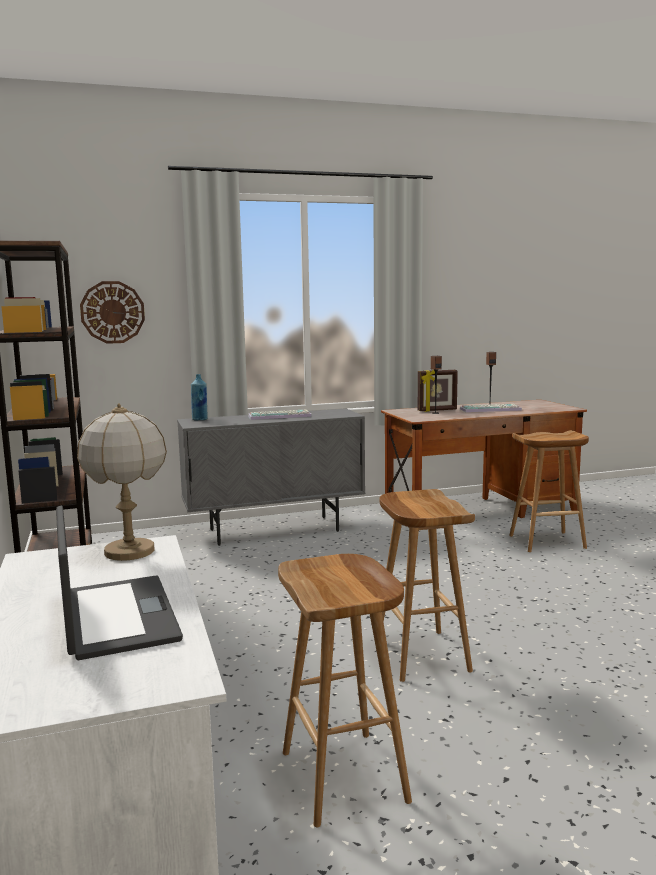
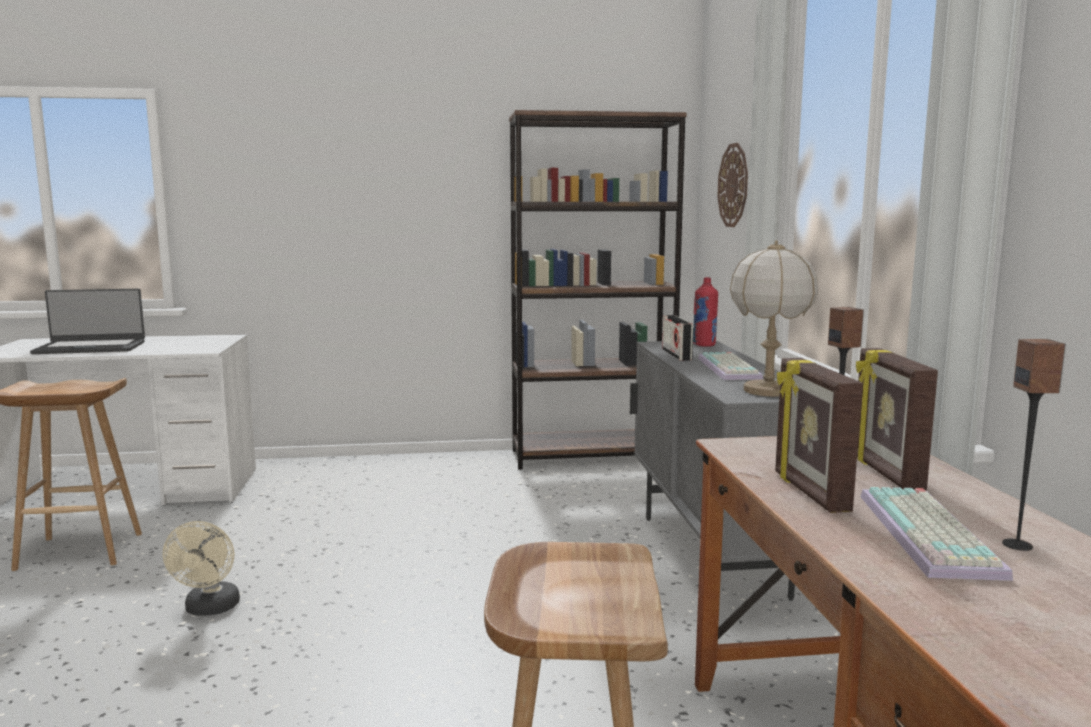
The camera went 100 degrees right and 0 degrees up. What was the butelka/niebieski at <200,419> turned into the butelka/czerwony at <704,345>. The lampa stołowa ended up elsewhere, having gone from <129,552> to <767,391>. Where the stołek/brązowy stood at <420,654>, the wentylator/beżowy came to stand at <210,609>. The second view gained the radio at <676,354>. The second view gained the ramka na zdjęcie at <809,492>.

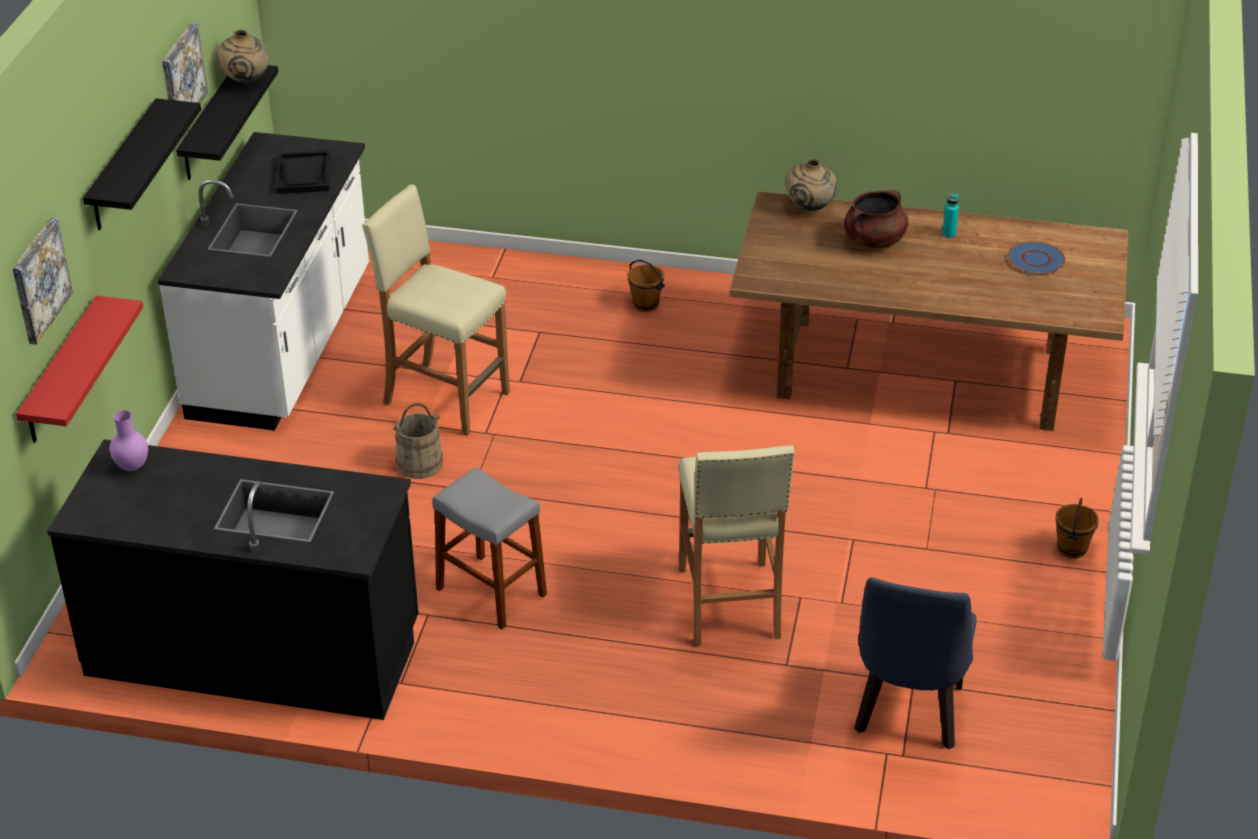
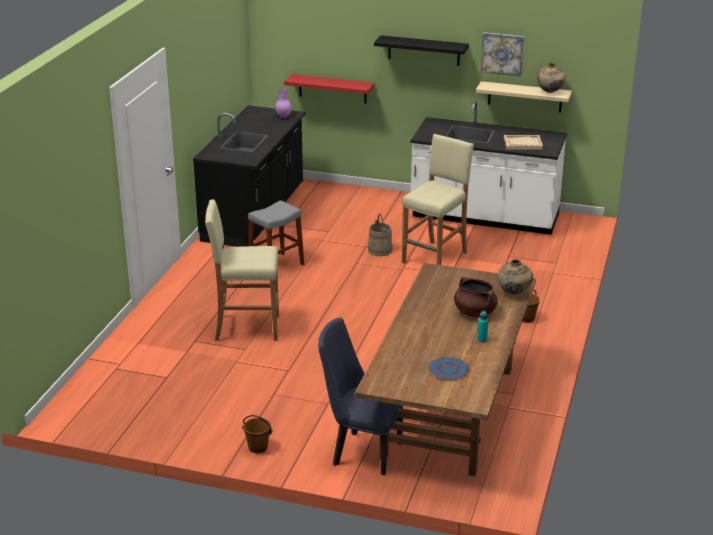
The camera went 95 degrees right and 10 degrees down. What was the półka/czarny at <209,123> turned into the półka/beżowy at <525,97>. What was the taca/czarny at <303,175> turned into the taca/beżowy at <522,143>. The second view lost the obraz at <39,280>. The krzesło/niebieski ended up elsewhere, having gone from <908,717> to <361,452>.

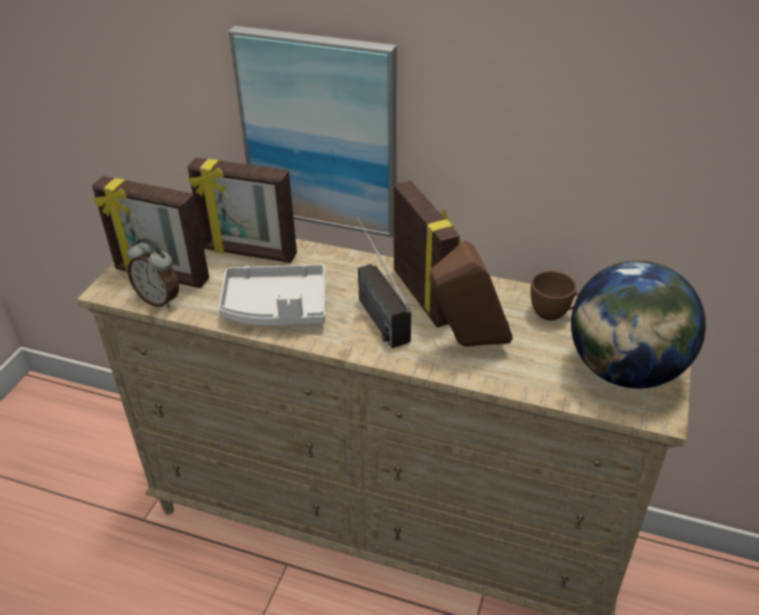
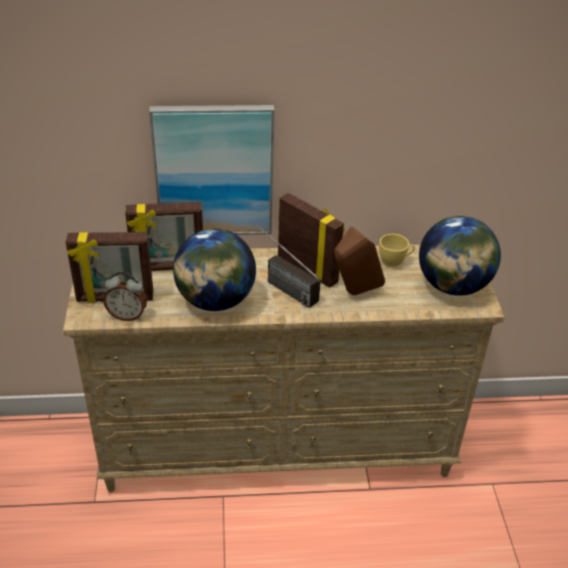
The camera went 25 degrees left and 0 degrees up. Where the taca/szary stood at <276,308>, the globus came to stand at <215,301>. What was the filiżanka/brązowy at <554,313> turned into the filiżanka/żółty at <395,261>.

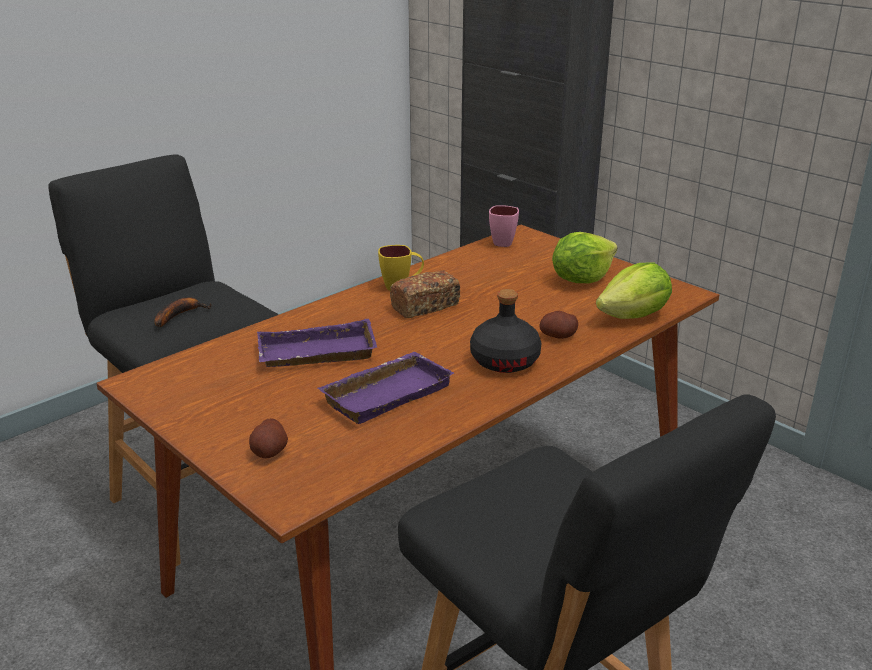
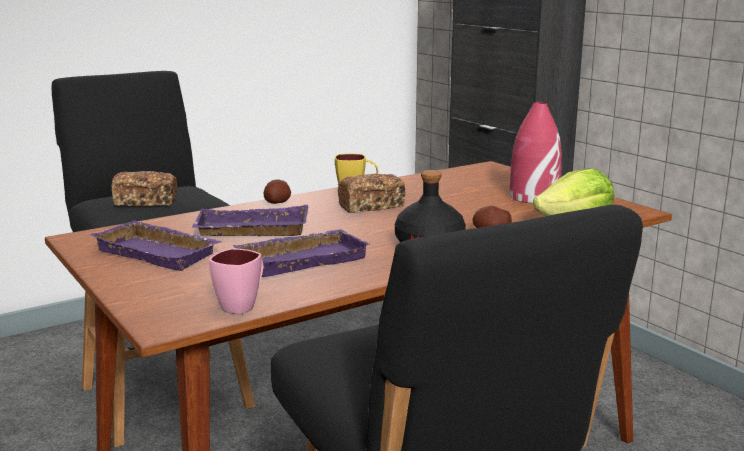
The camera went 10 degrees right and 10 degrees down. The kubek/różowy ended up elsewhere, having gone from <504,241> to <243,305>. Where the sałata stood at <581,279>, the wazon/czerwony came to stand at <533,197>. Where the banan stood at <179,315>, the chleb came to stand at <146,202>. The ziemniak ended up elsewhere, having gone from <270,451> to <278,203>. The second view gained the taca/fioletowy at <160,252>.

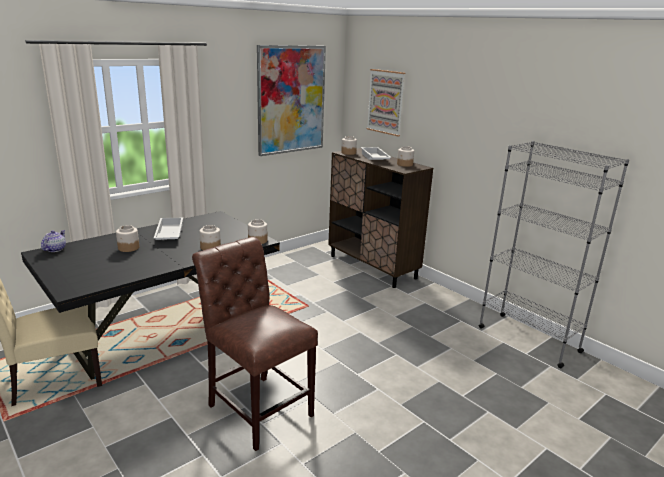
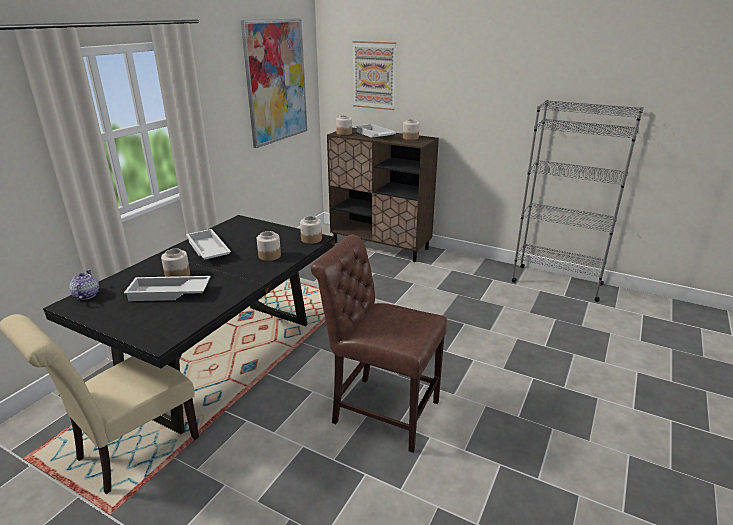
The camera went 20 degrees left and 5 degrees up. The second view gained the taca/biały at <169,293>.

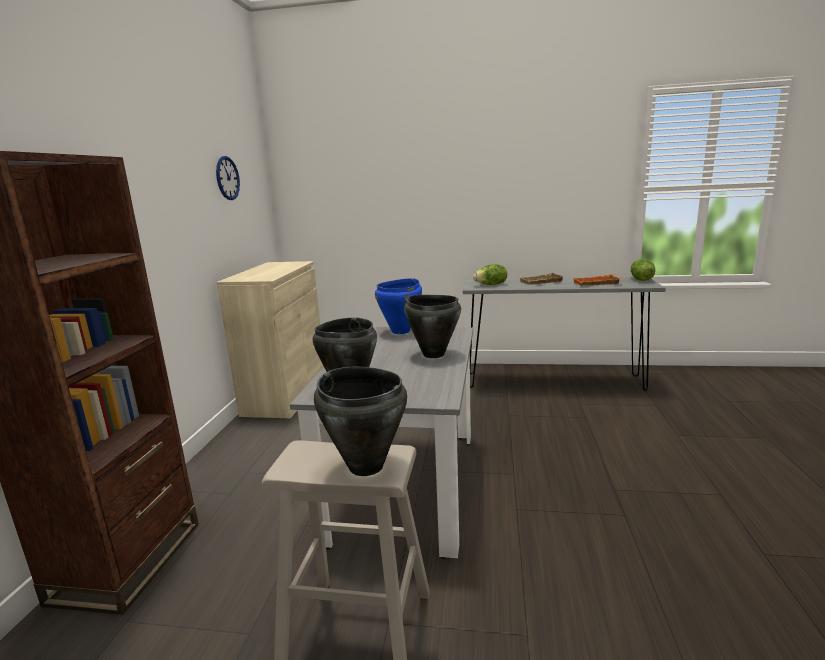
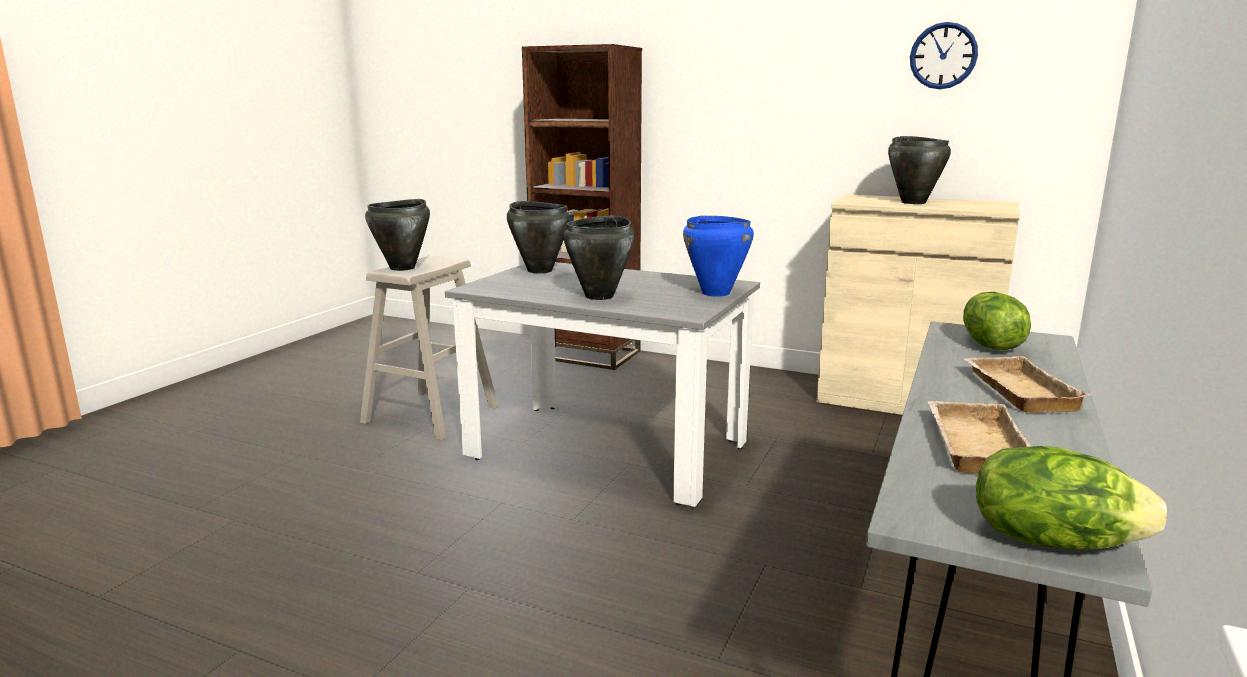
The camera went 105 degrees right and 0 degrees up. What was the taca/pomarańczowy at <596,284> turned into the taca/beżowy at <972,445>. The second view gained the garnek/czarny at <913,202>.

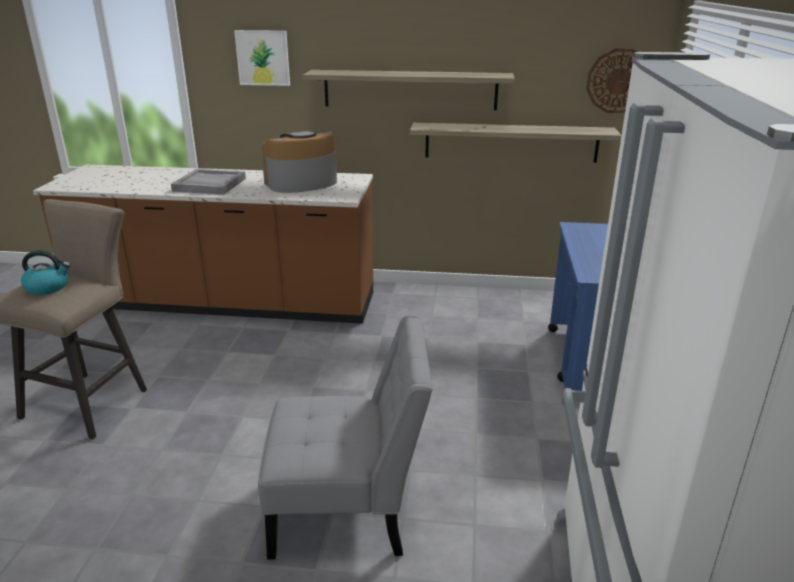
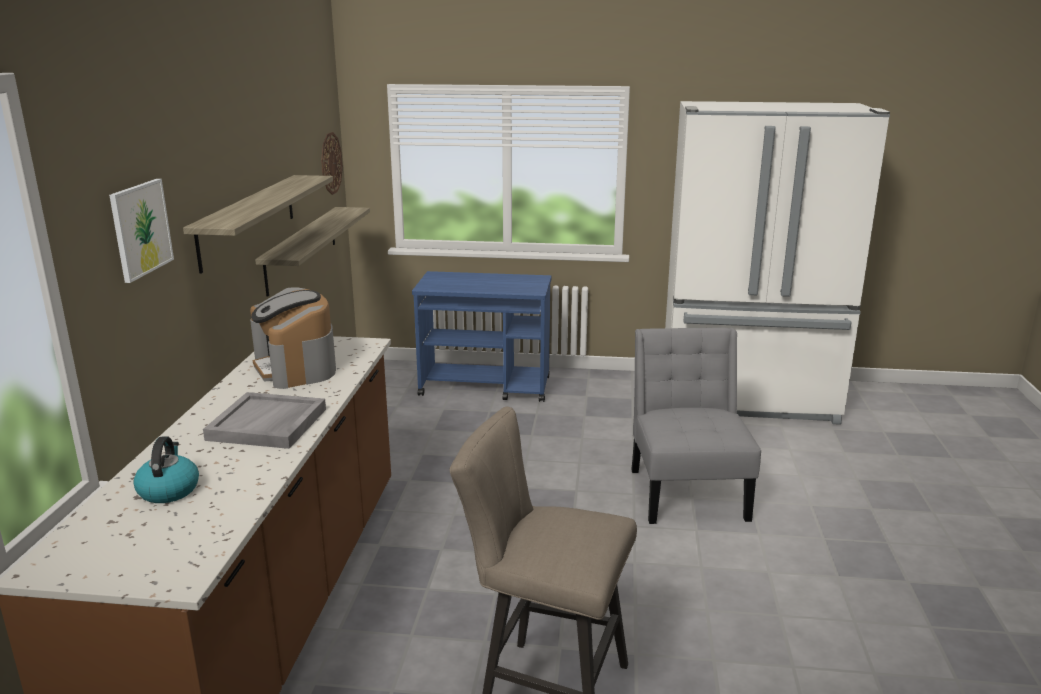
The camera went 90 degrees left and 5 degrees down. The czajnik ended up elsewhere, having gone from <48,287> to <168,490>.

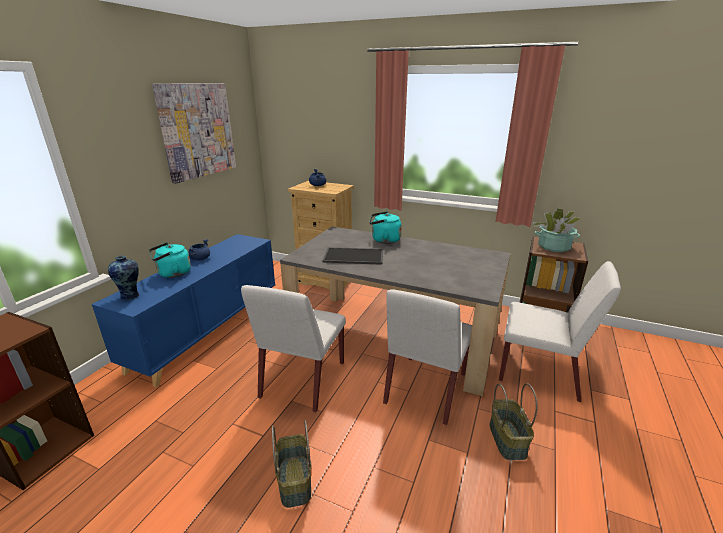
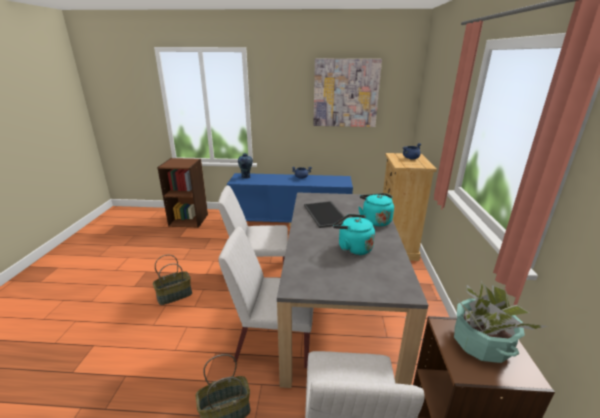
The camera went 70 degrees right and 0 degrees up. The czajnik/turkusowy ended up elsewhere, having gone from <172,273> to <352,248>.

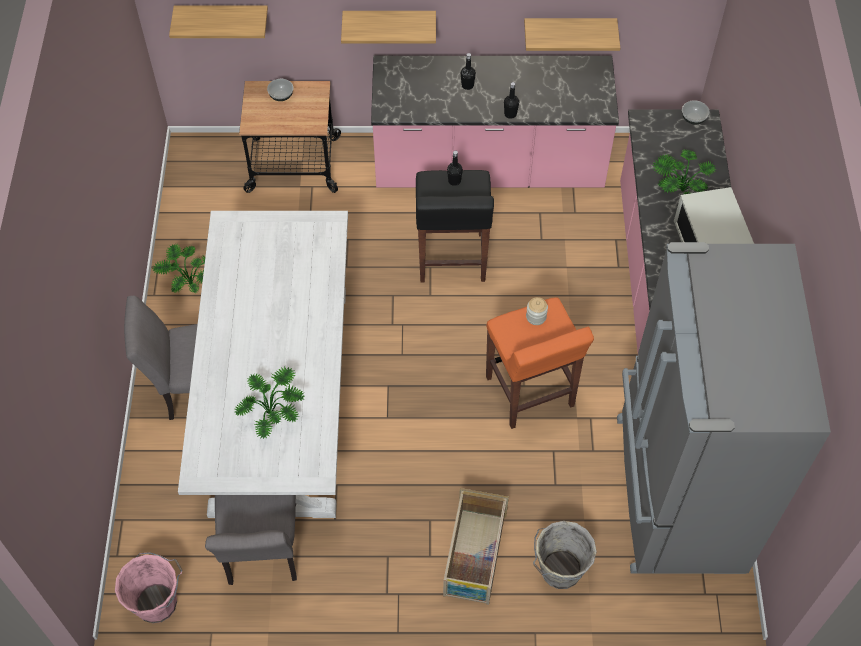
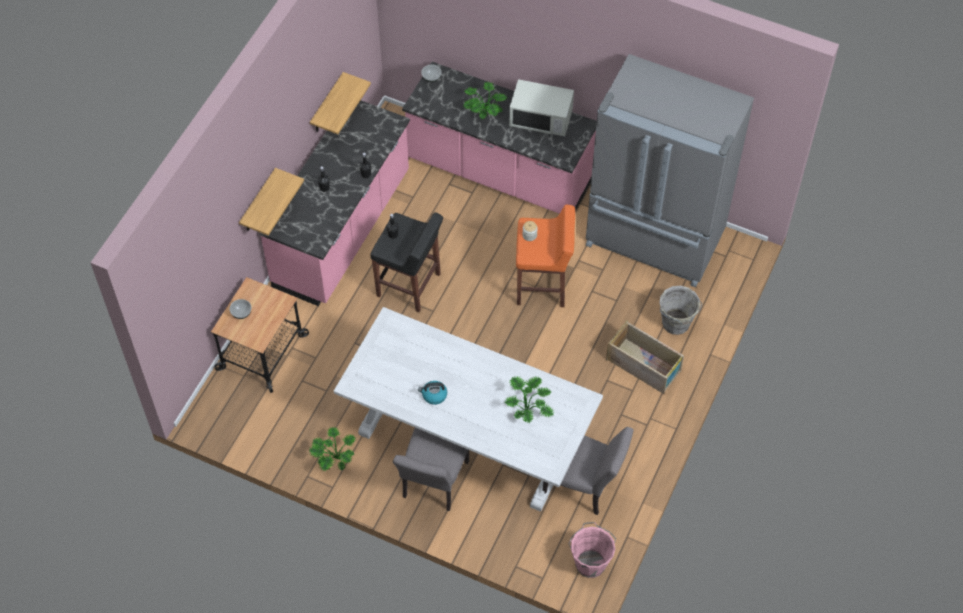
The camera went 65 degrees left and 0 degrees up. The second view lost the półka at <222,18>. The second view gained the czajnik at <434,395>.

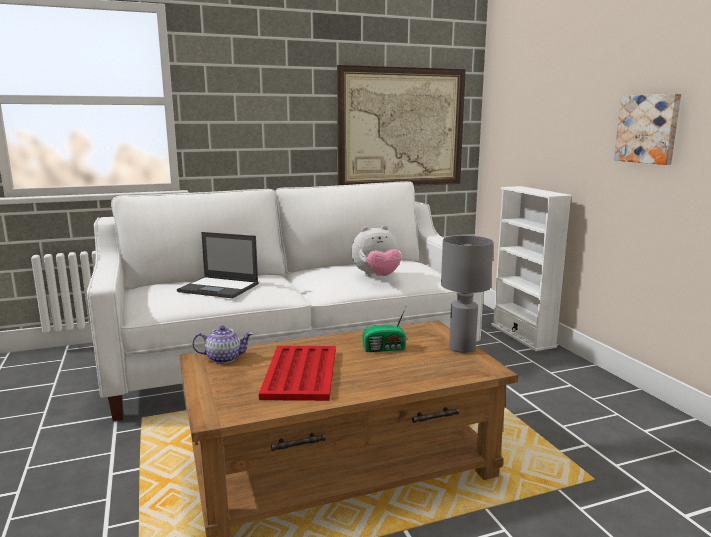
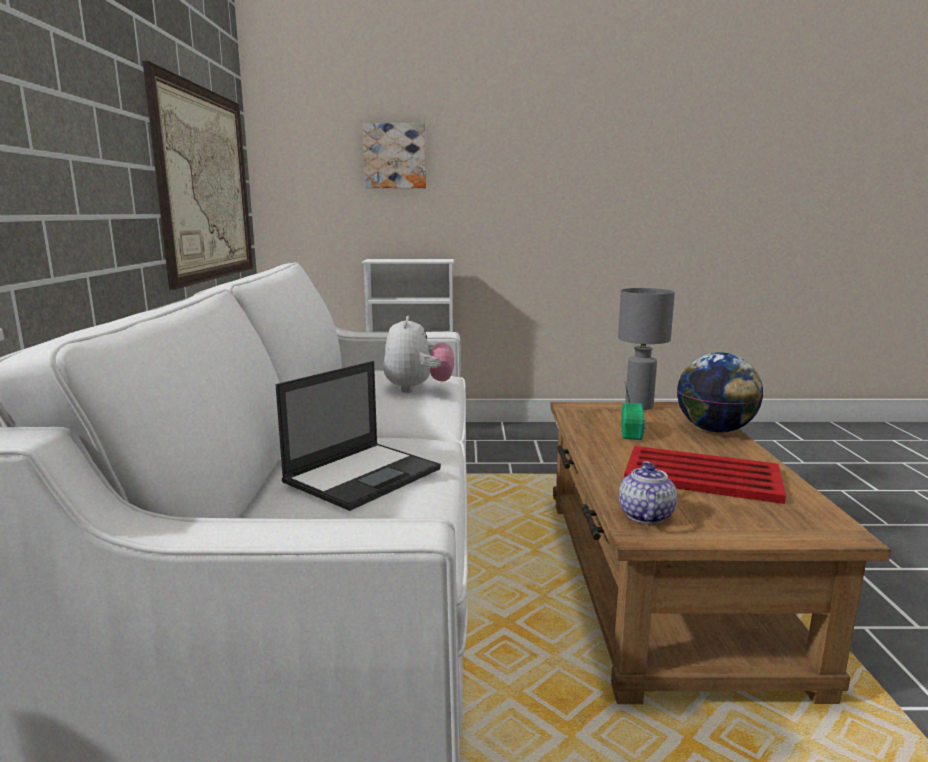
The camera went 70 degrees left and 0 degrees up. The obraz ended up elsewhere, having gone from <648,129> to <395,156>. The second view gained the globus at <715,430>.

